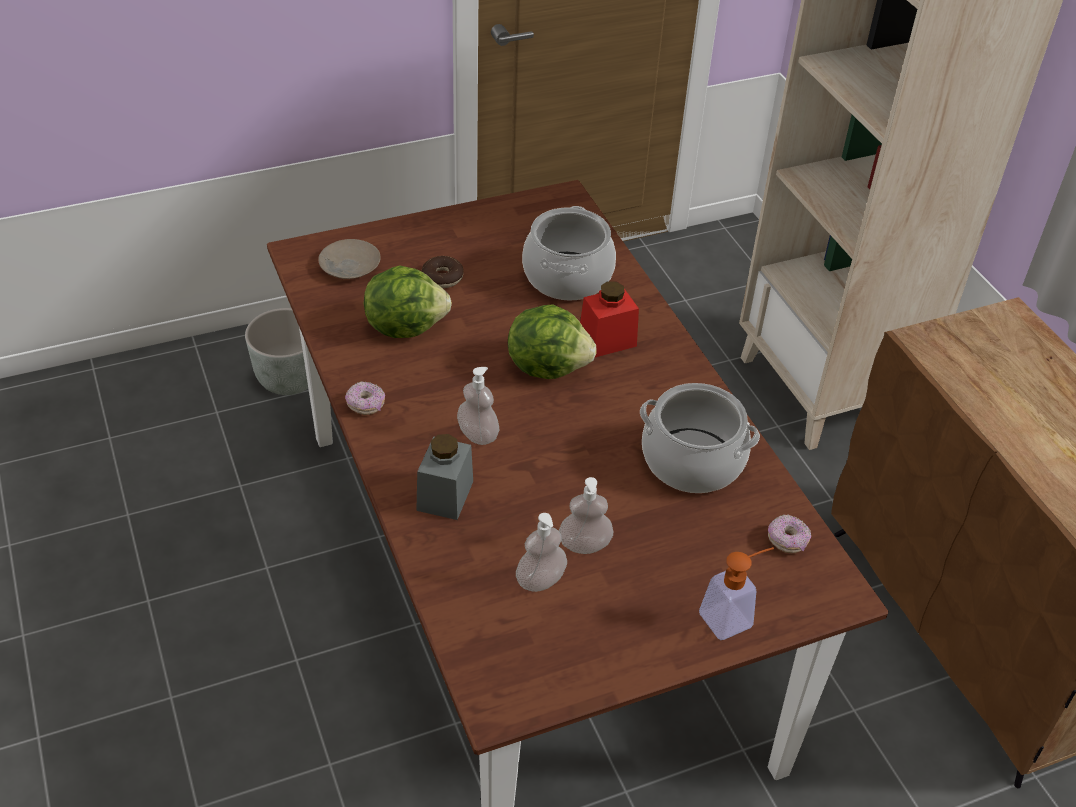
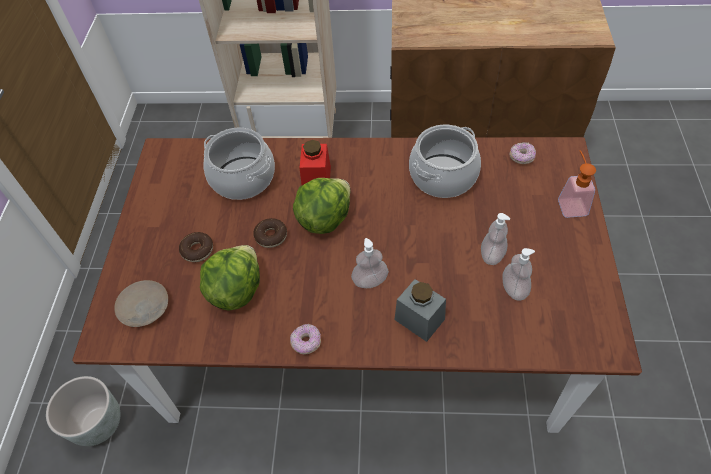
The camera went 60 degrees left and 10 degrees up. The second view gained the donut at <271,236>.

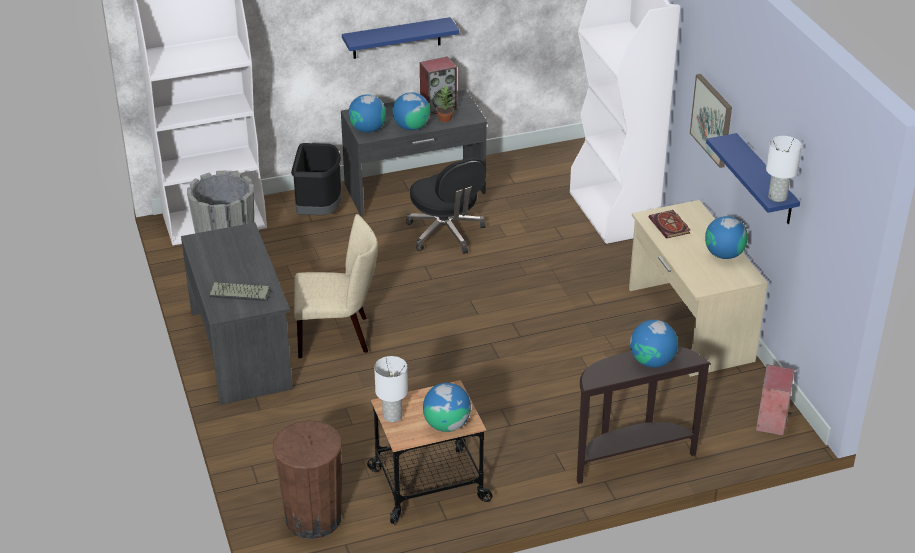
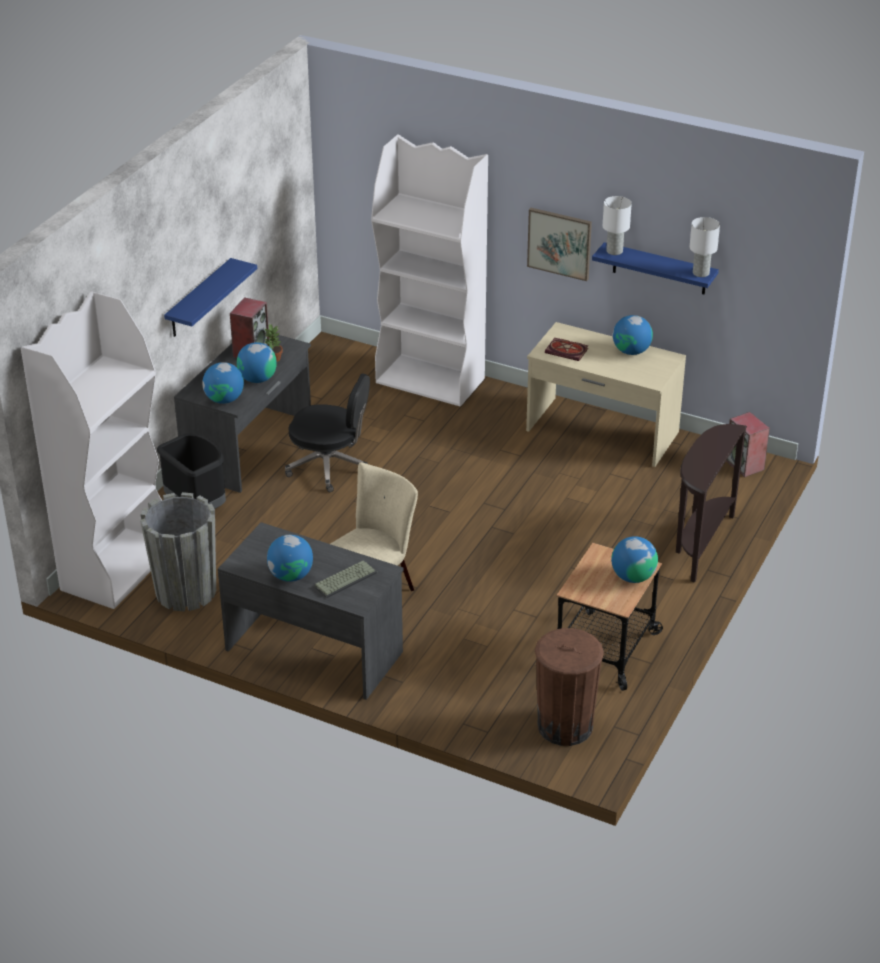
The camera went 45 degrees left and 0 degrees up. The globus ended up elsewhere, having gone from <652,361> to <291,575>. The lampa stołowa/biały ended up elsewhere, having gone from <393,416> to <615,251>.

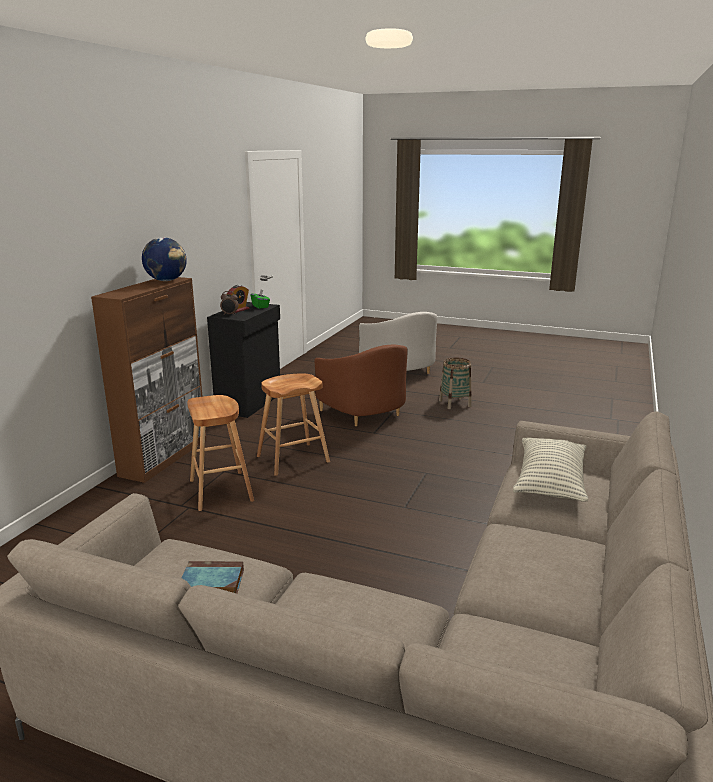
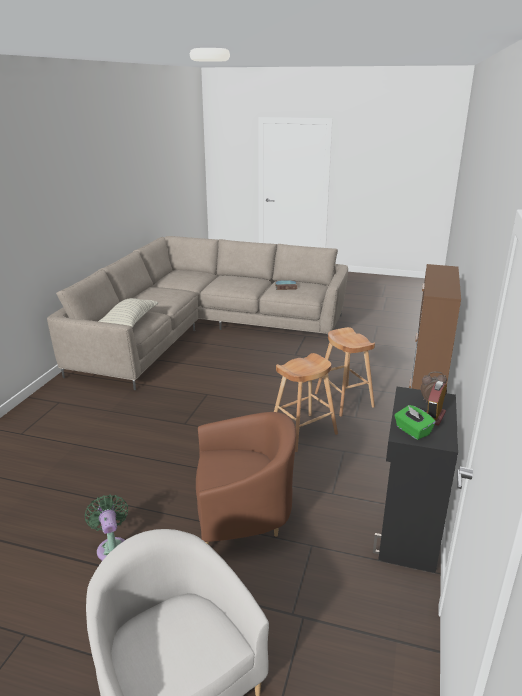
The camera went 175 degrees right and 5 degrees up. The second view lost the globus at <166,280>. The fotel/brązowy at <365,413> ended up facing another way, 120 degrees clockwise from before. Where the koszyk stood at <454,403>, the wentylator/zielony came to stand at <112,547>.

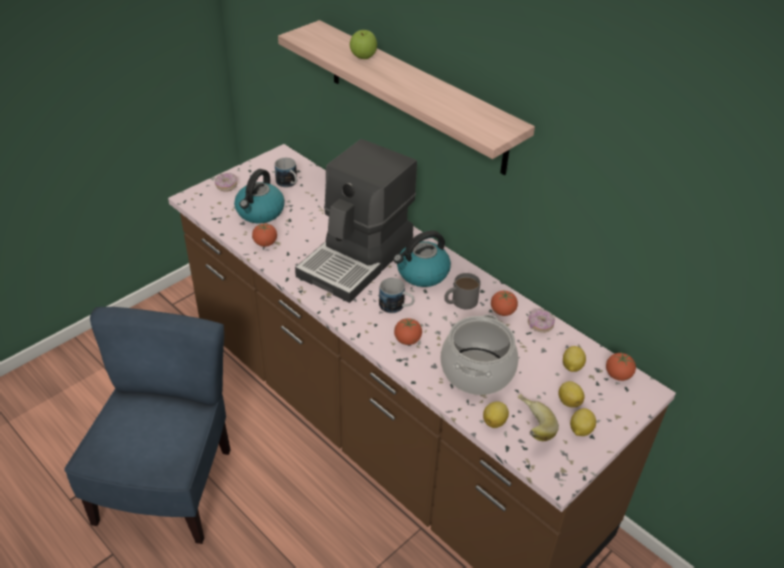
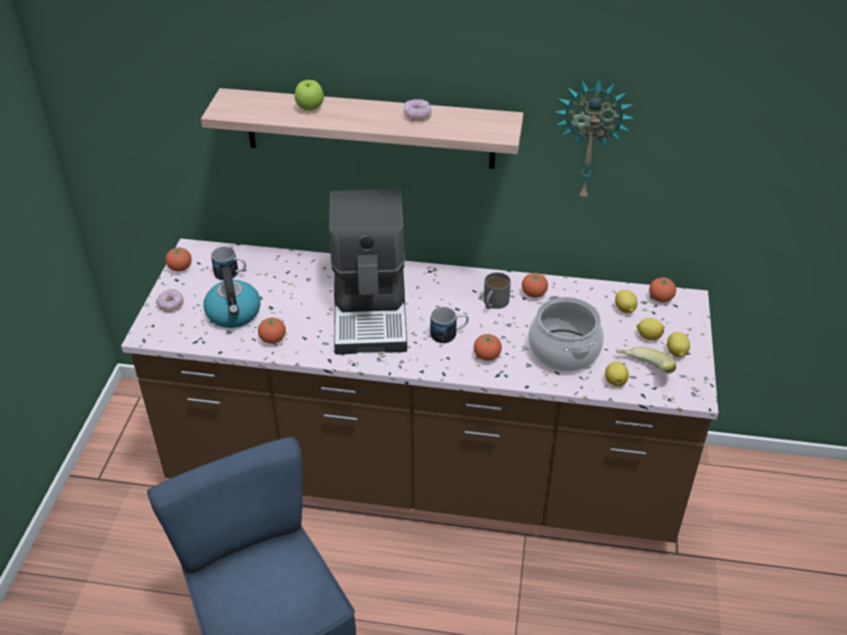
The camera went 35 degrees left and 0 degrees up. The second view lost the czajnik at <422,273>. The donut ended up elsewhere, having gone from <540,325> to <417,116>. The second view gained the zegar ścienny at <590,139>. The second view gained the pomidor at <180,268>.

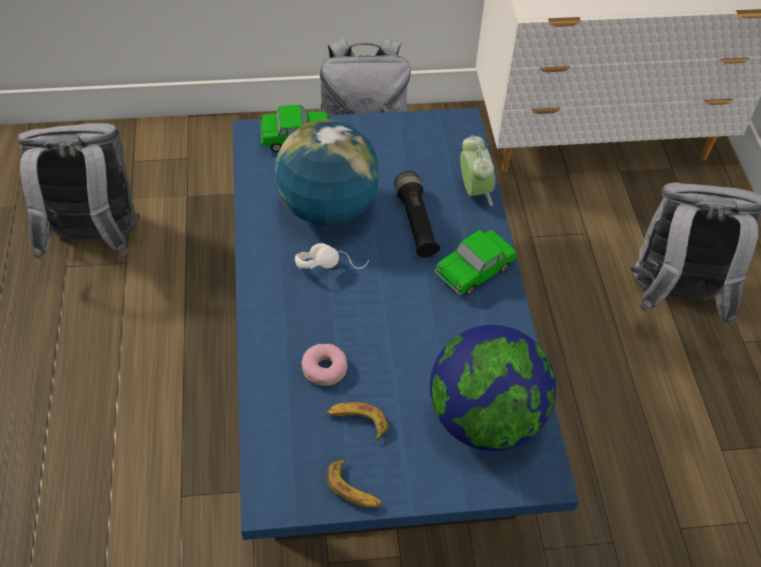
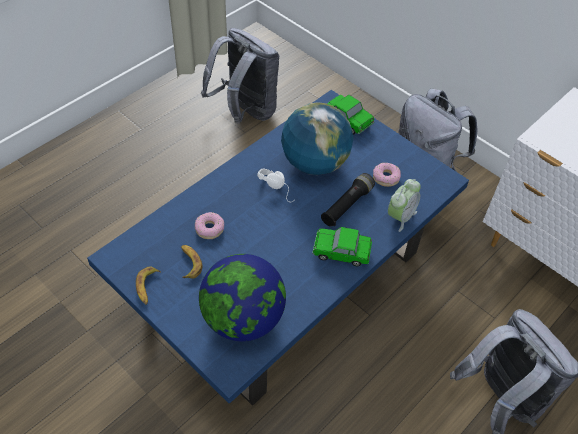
The camera went 50 degrees right and 0 degrees up. The second view gained the donut at <386,177>.

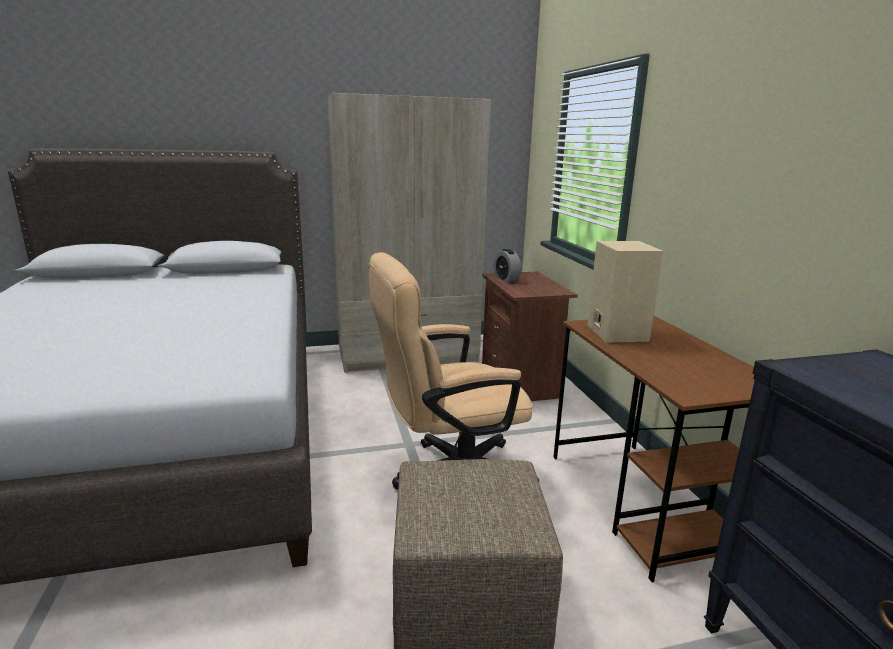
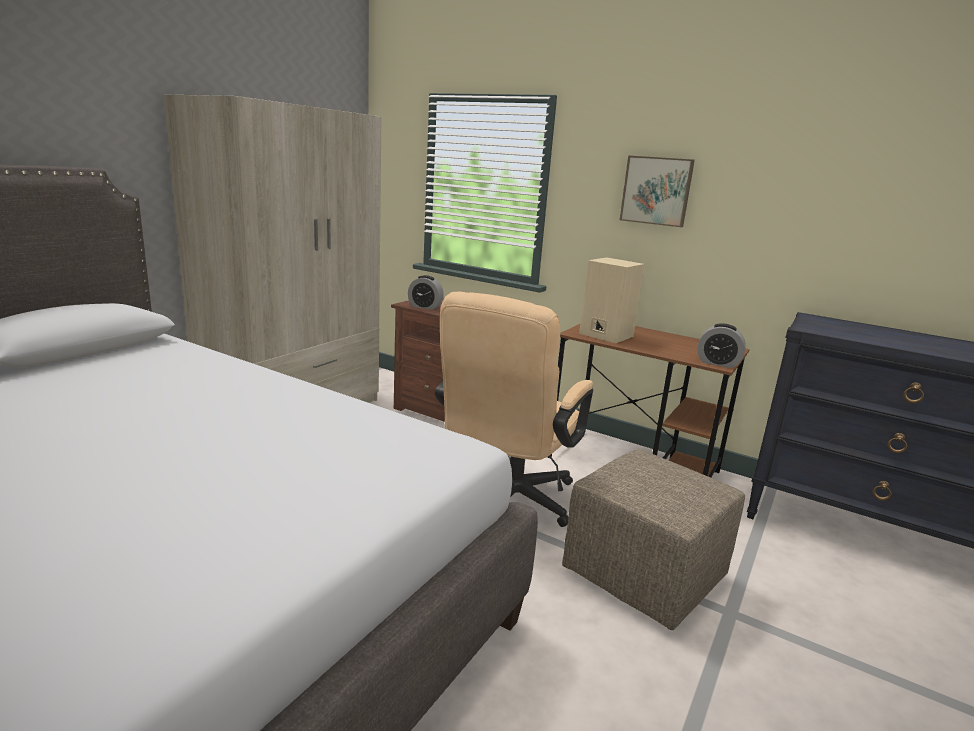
The camera went 45 degrees left and 0 degrees up. The second view gained the obraz at <656,191>. The second view gained the budzik at <718,363>.

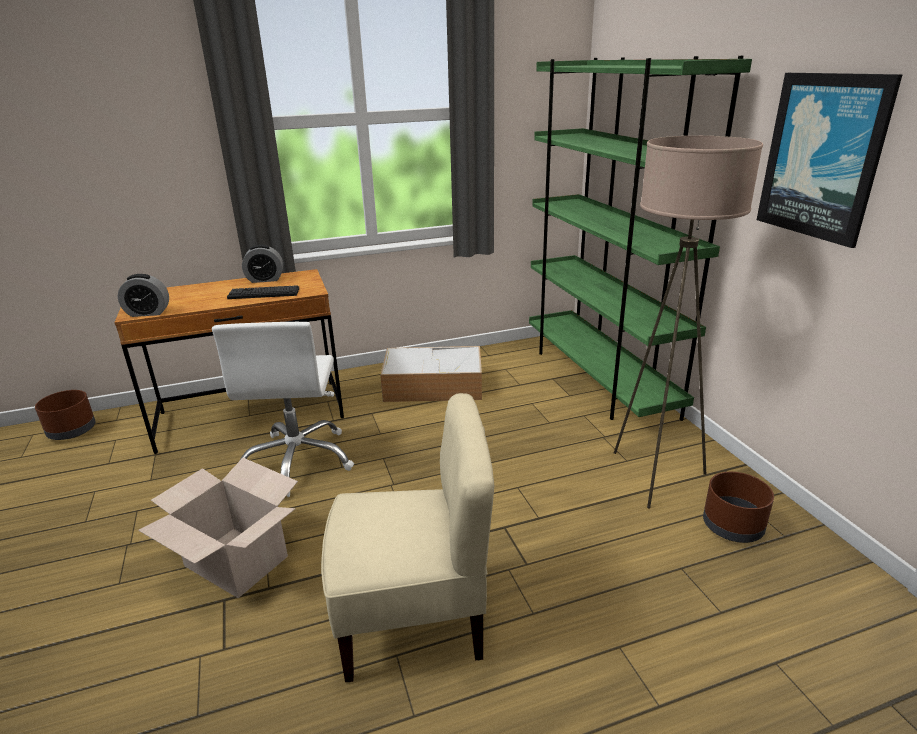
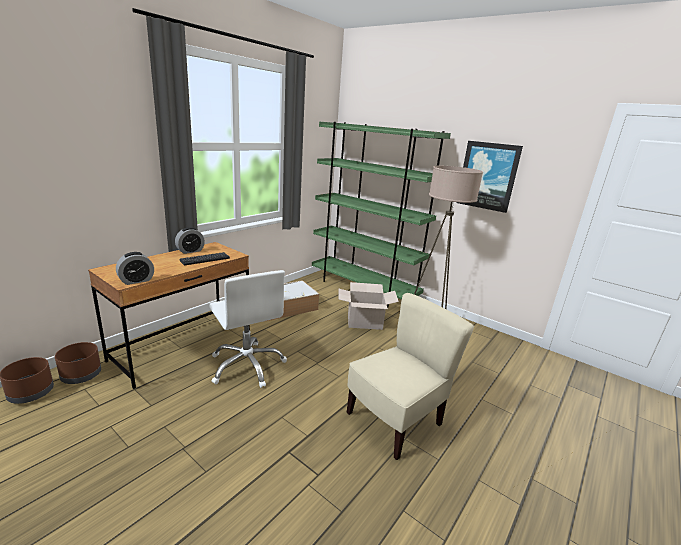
The camera went 35 degrees left and 5 degrees down. The karton ended up elsewhere, having gone from <237,561> to <364,321>. The donica/brązowy ended up elsewhere, having gone from <733,527> to <82,375>.

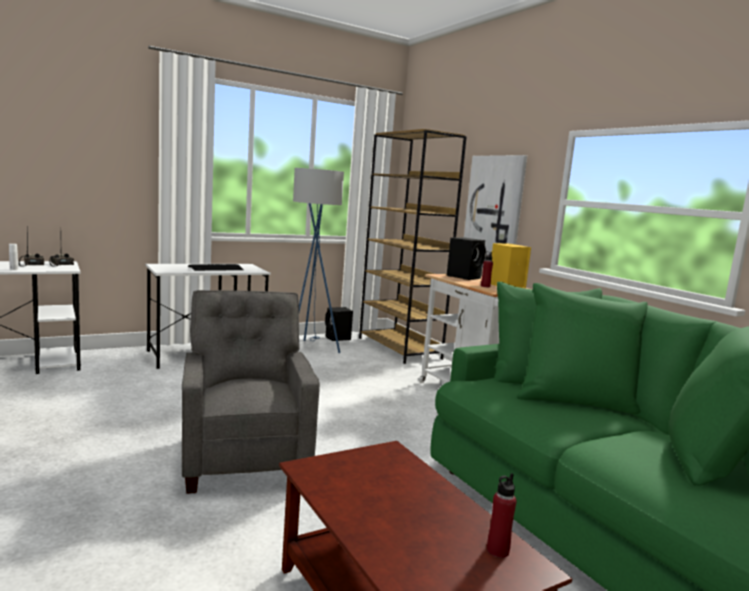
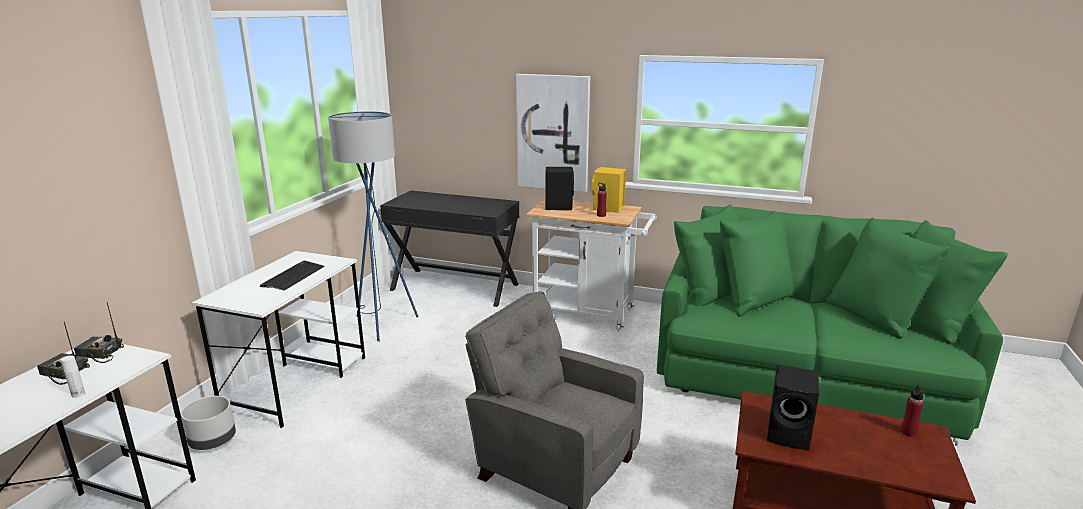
The camera went 40 degrees left and 10 degrees up. Where the regał/brązowy stood at <399,348>, the biurko/czarny came to stand at <455,287>. The głośnik/czarny ended up elsewhere, having gone from <338,338> to <790,434>. The second view gained the donica/szary at <213,441>.

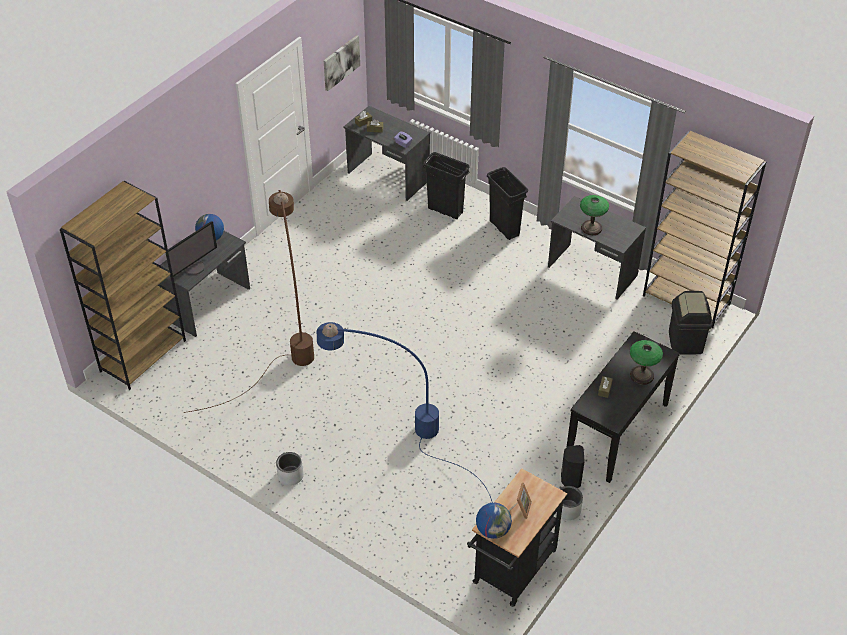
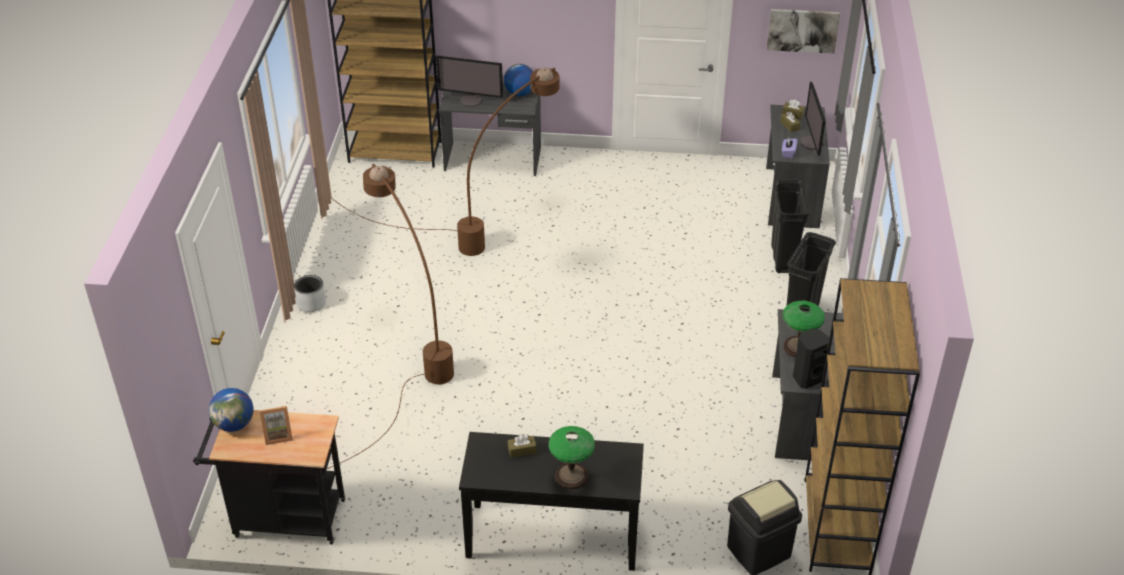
The camera went 60 degrees right and 5 degrees down. What was the lampa stojąca/niebieski at <398,440> turned into the lampa stojąca/brązowy at <408,359>. The głośnik/czarny ended up elsewhere, having gone from <570,479> to <807,378>. The second view lost the donica/szary at <567,510>. The second view gained the monitor at <812,143>.

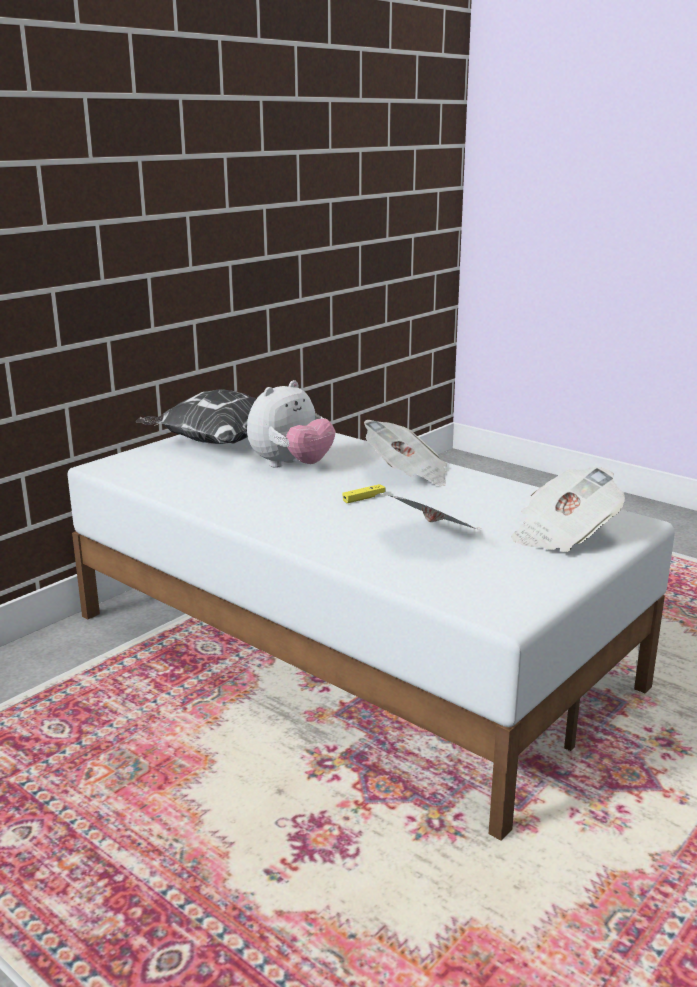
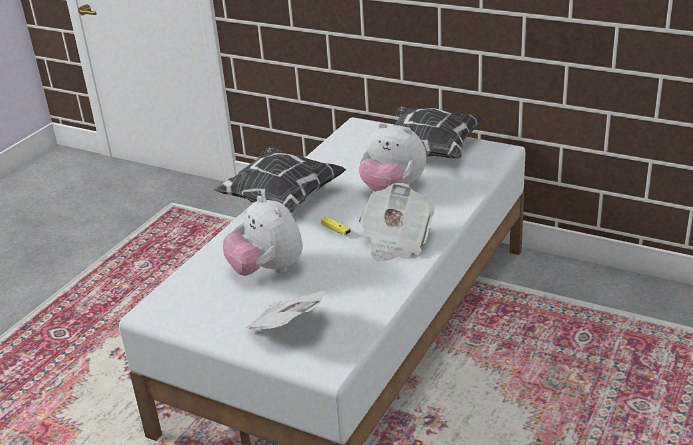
The camera went 80 degrees right and 10 degrees up. Where the gazeta stood at <434,539>, the pluszak came to stand at <267,270>. The second view gained the poduszka at <282,198>.

